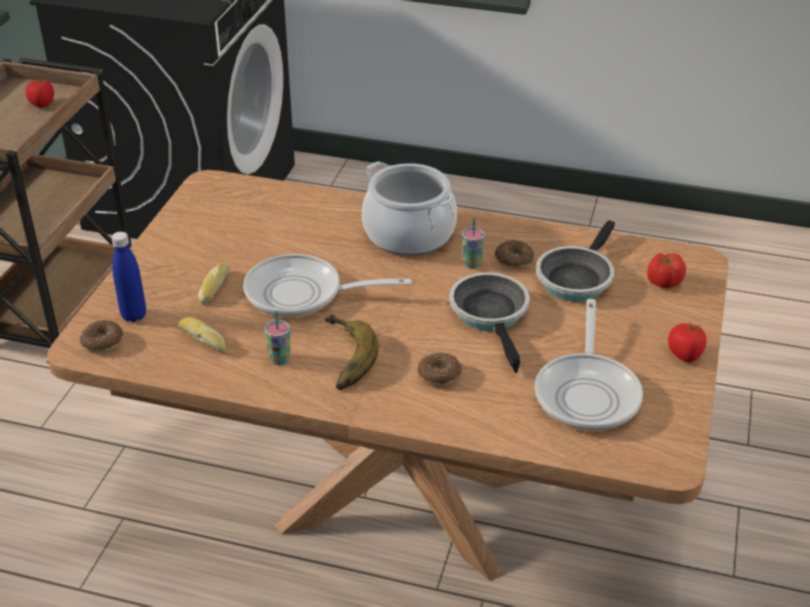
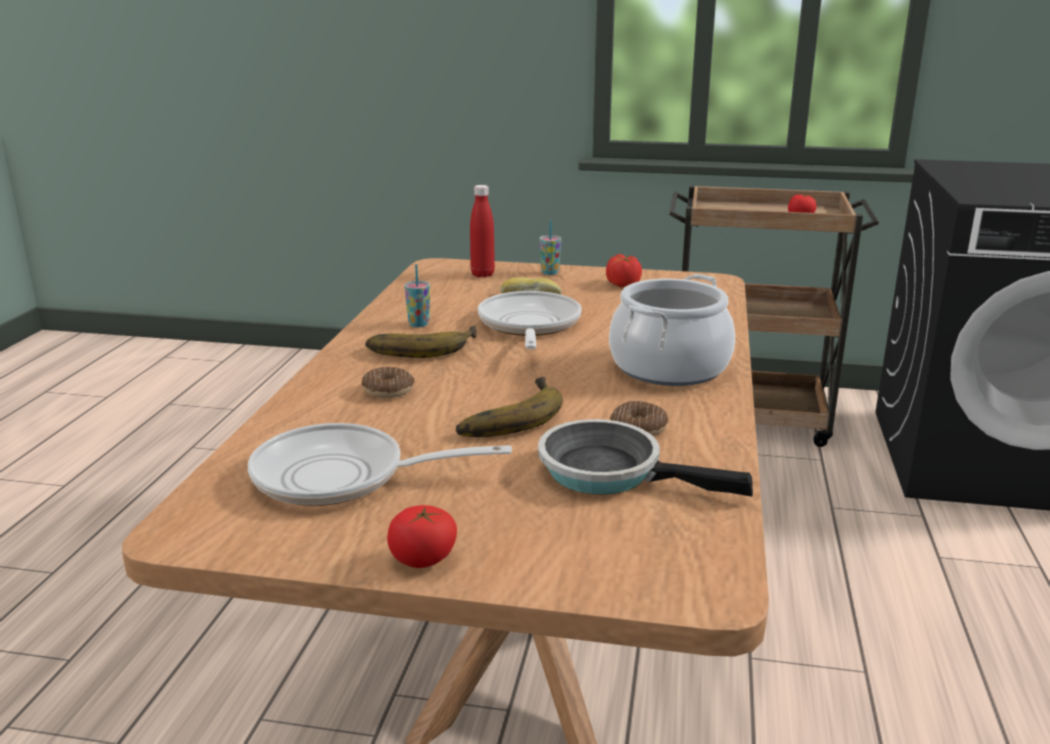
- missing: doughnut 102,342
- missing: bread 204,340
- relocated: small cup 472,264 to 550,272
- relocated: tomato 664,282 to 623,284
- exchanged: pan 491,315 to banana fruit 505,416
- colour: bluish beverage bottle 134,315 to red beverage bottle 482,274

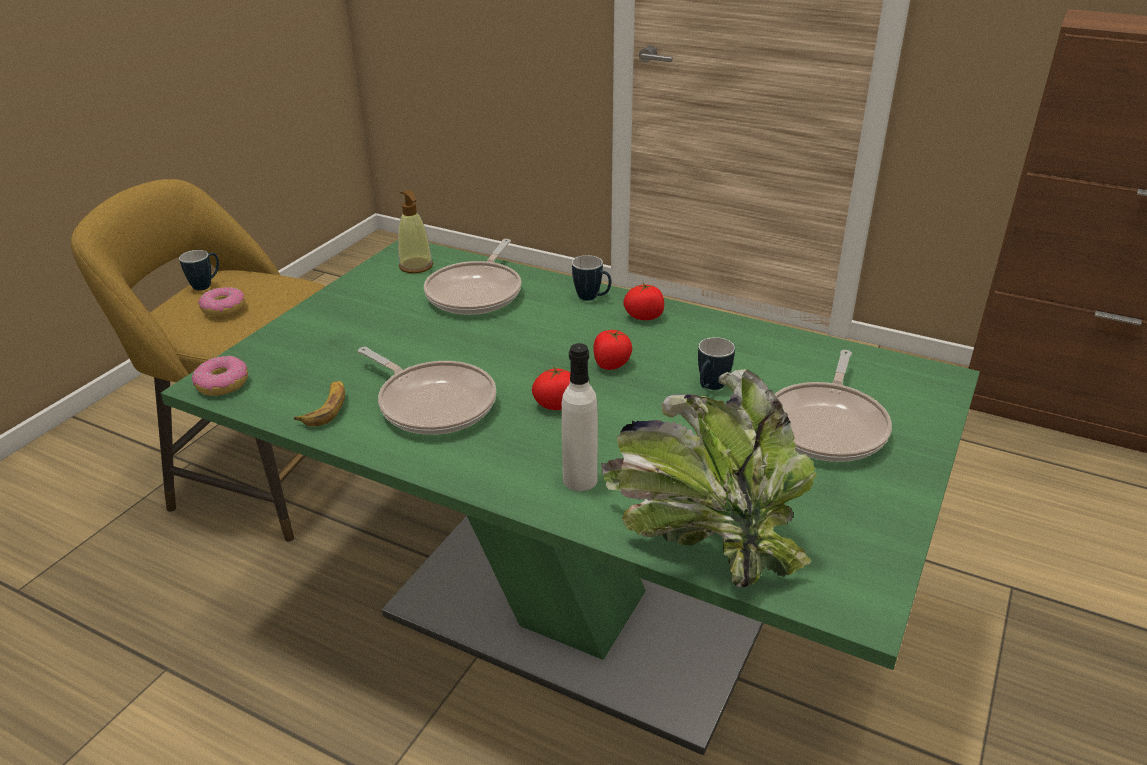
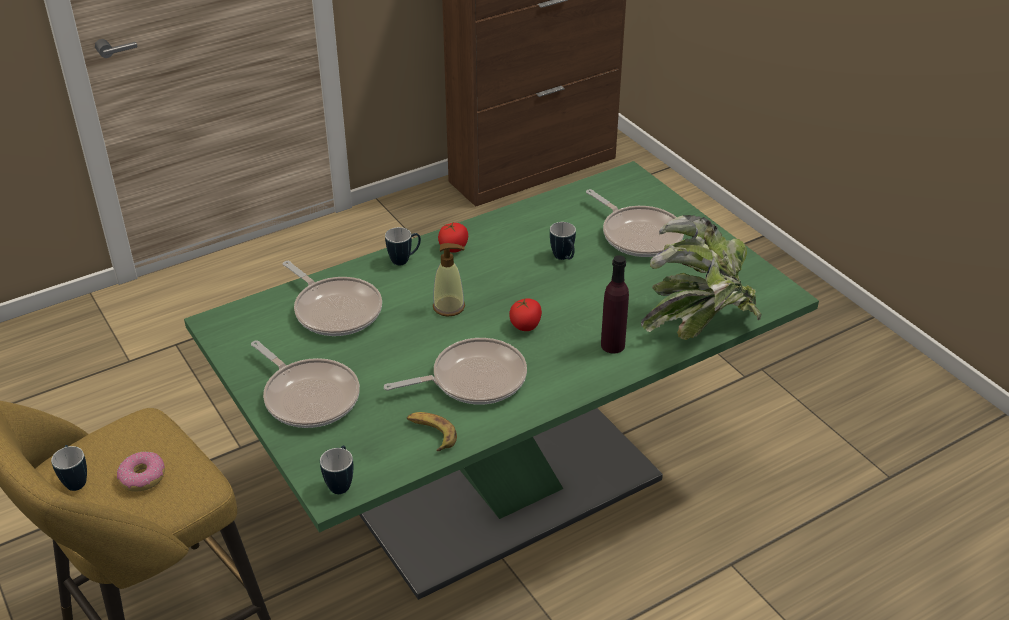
- missing: tomato 611,364
- appeared: pan 309,396
- relocated: soap bottle 416,266 to 449,307
- exchanged: doughnut 222,384 to tea mug 341,483
- colour: white beverage bottle 580,479 to purplish beverage bottle 612,345

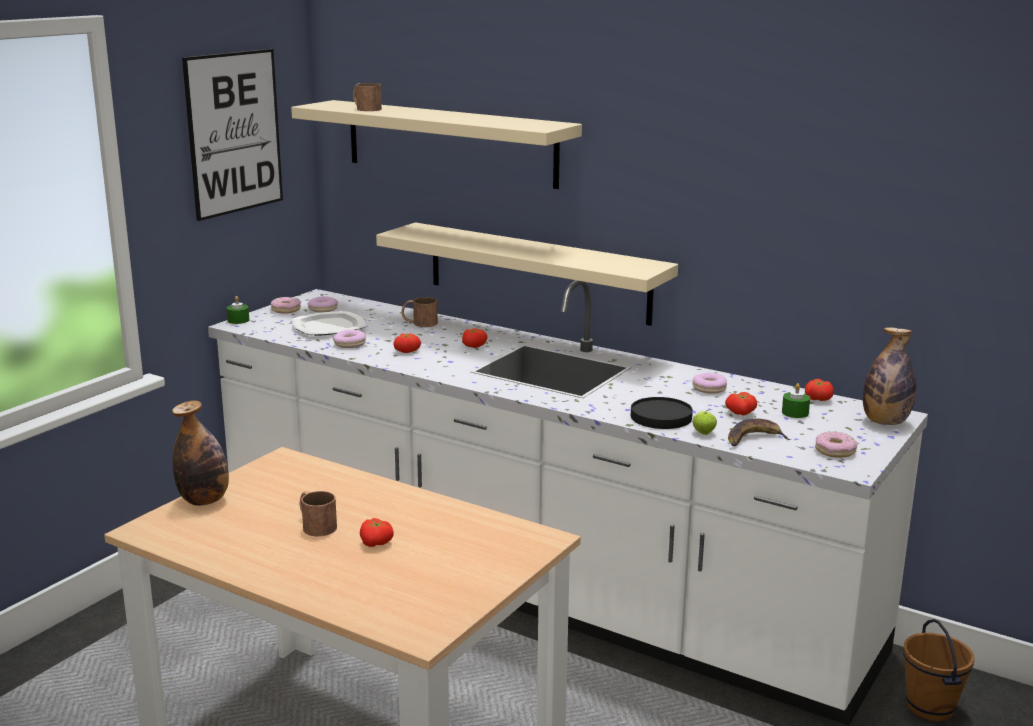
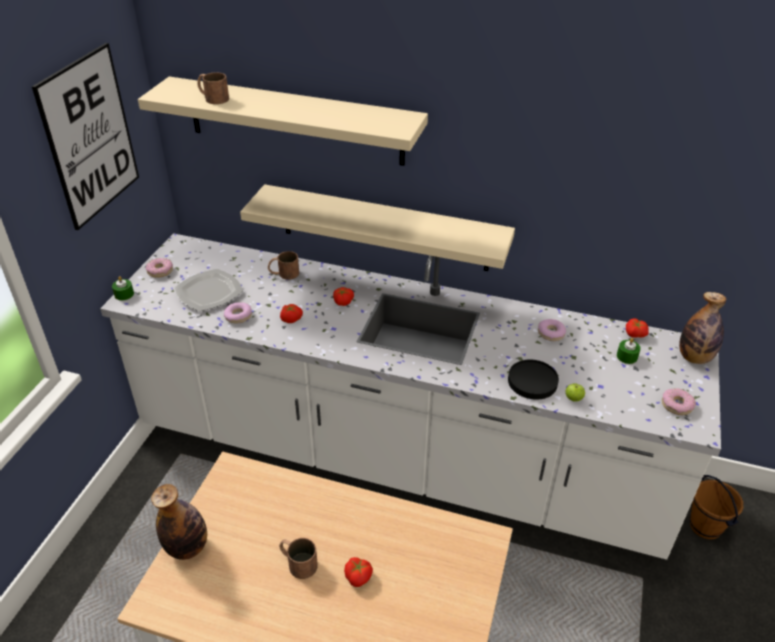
- missing: doughnut 323,309
- missing: tomato 741,413
- missing: banana fruit 754,439

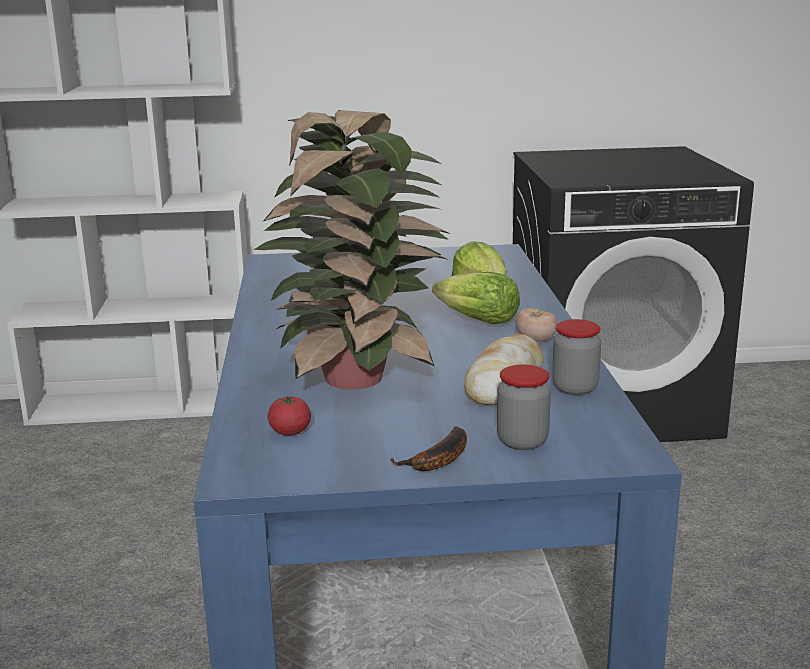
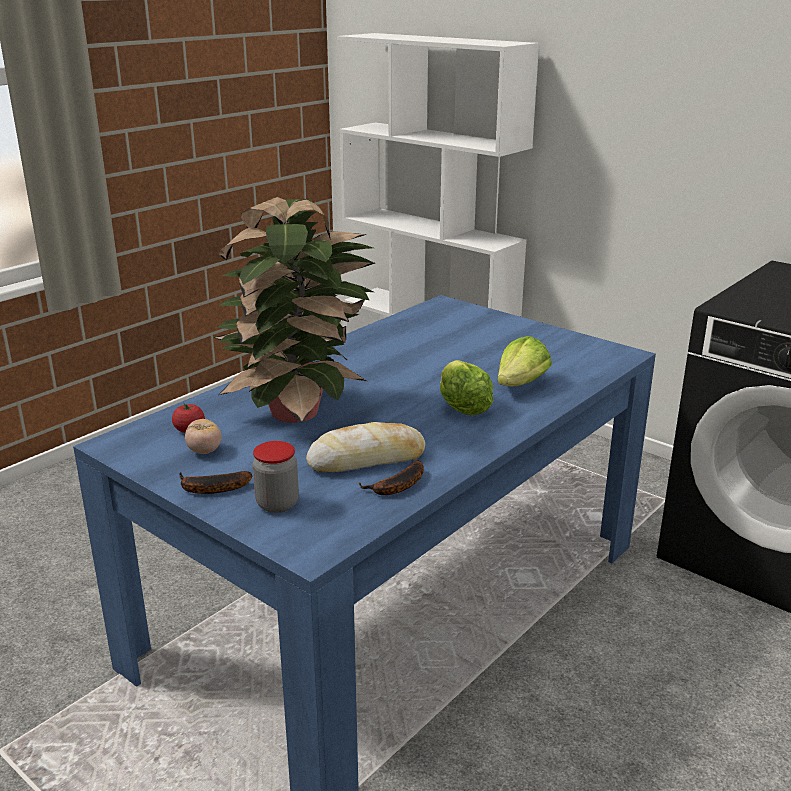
- relocated: tomato 535,340 to 204,451
- exchanged: preserve jar 575,388 to banana fruit 397,487

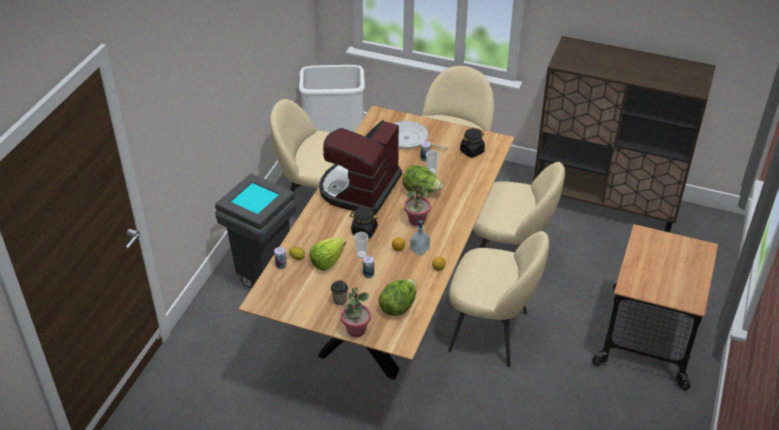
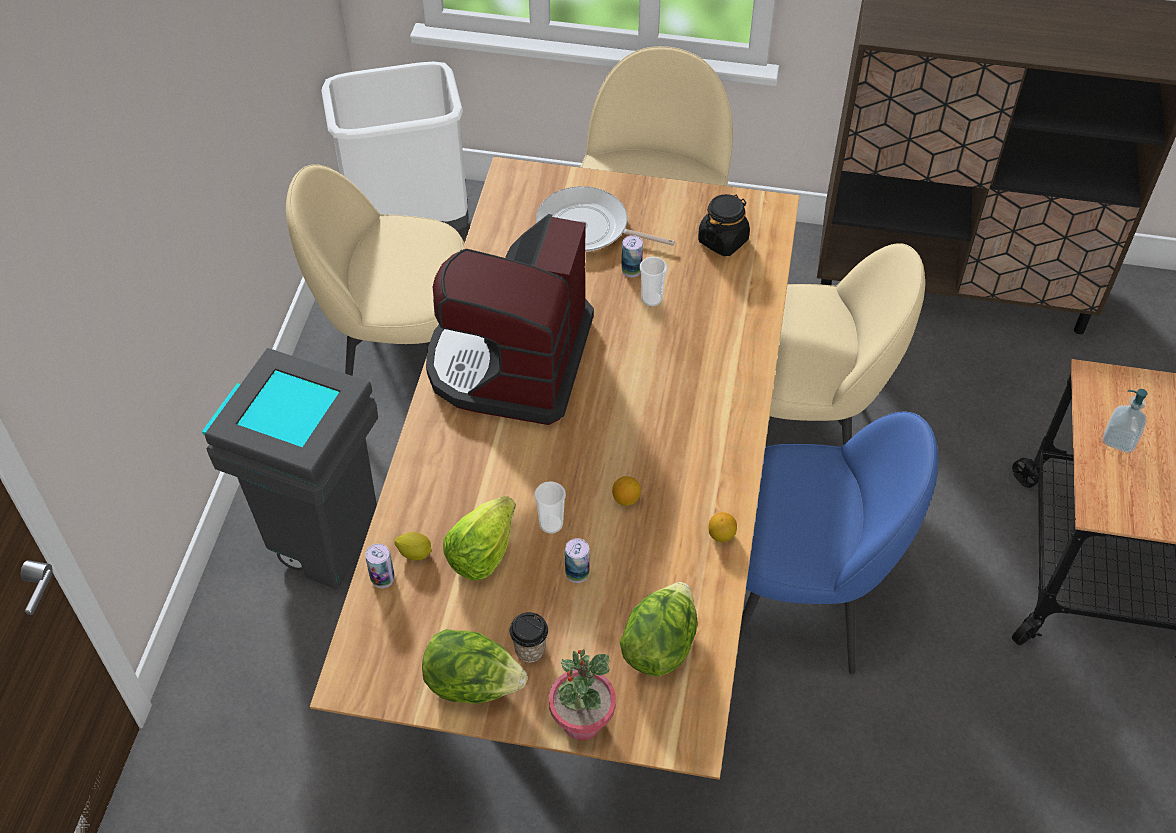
- missing: black preserve jar 364,231
- missing: potted plant 416,221
- relocated: lettuce head 421,191 to 473,684
- relocated: soap bottle 419,249 to 1119,440
- colour: sand-coloured plain chair 491,332 to bluish plain chair 801,600

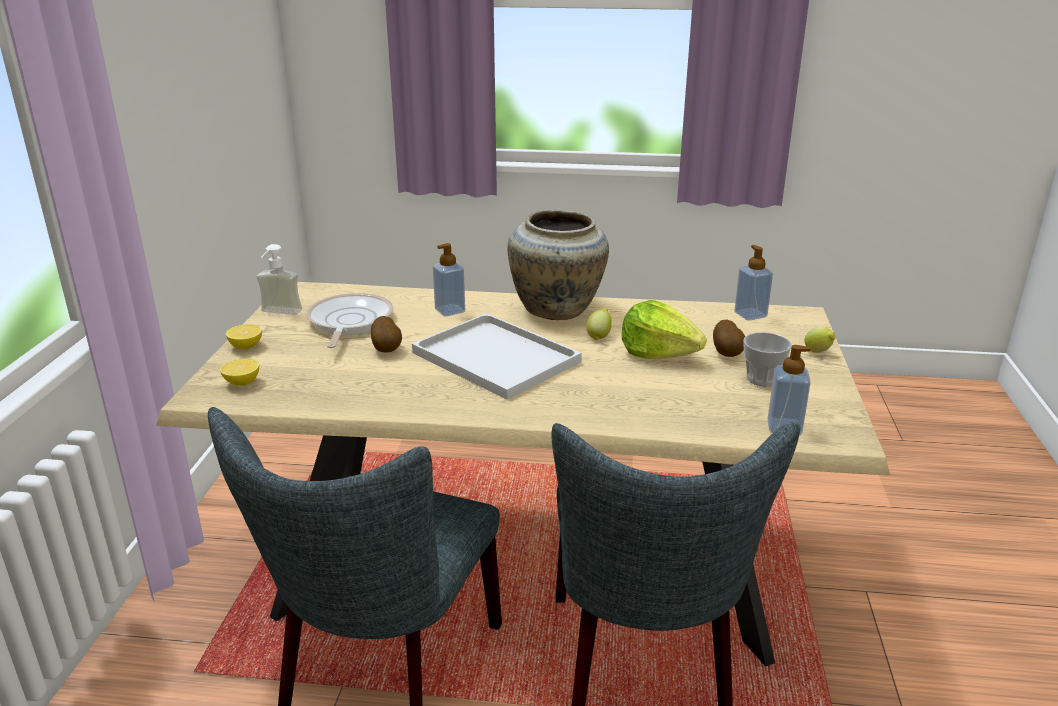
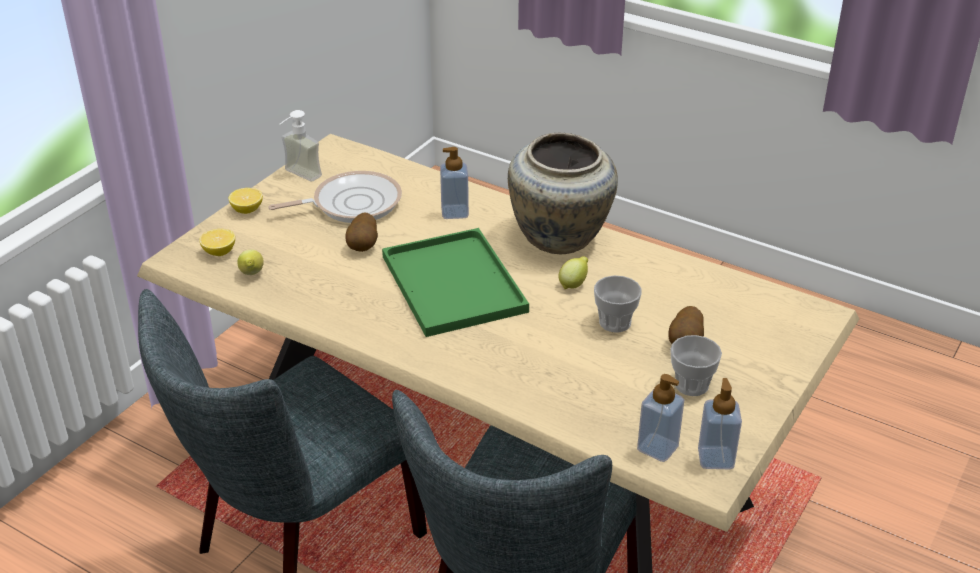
- relocated: soap bottle 750,315 to 715,458
- relocated: whole lemon 818,352 to 252,274
- exchanged: lettuce head 658,353 to small cup 615,322
- colour: white serving tray 492,357 to green-coloured serving tray 451,282
- spun: pan 348,322 = 352,204 45 degrees clockwise

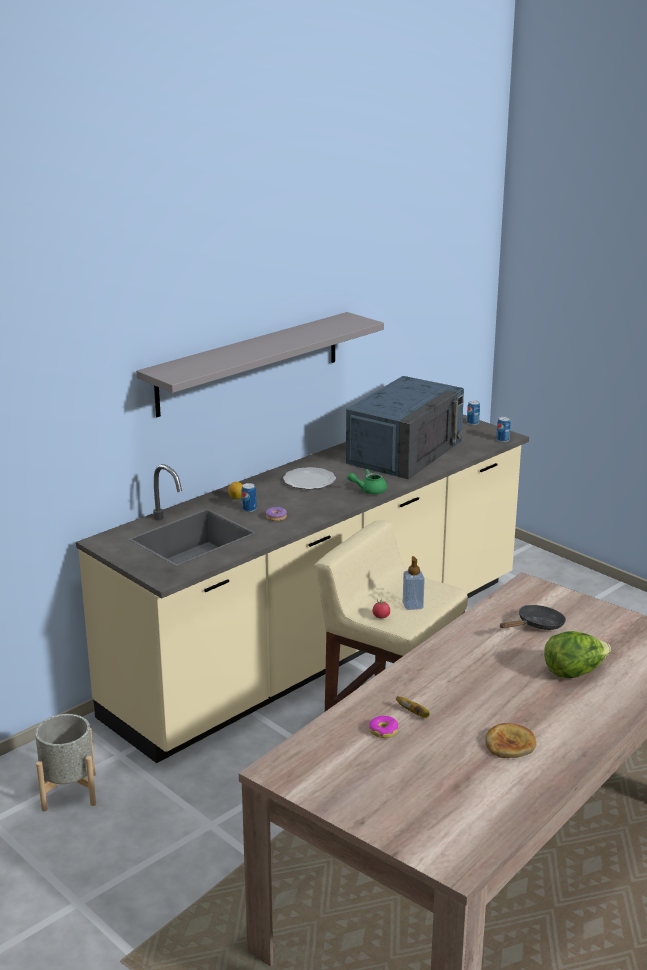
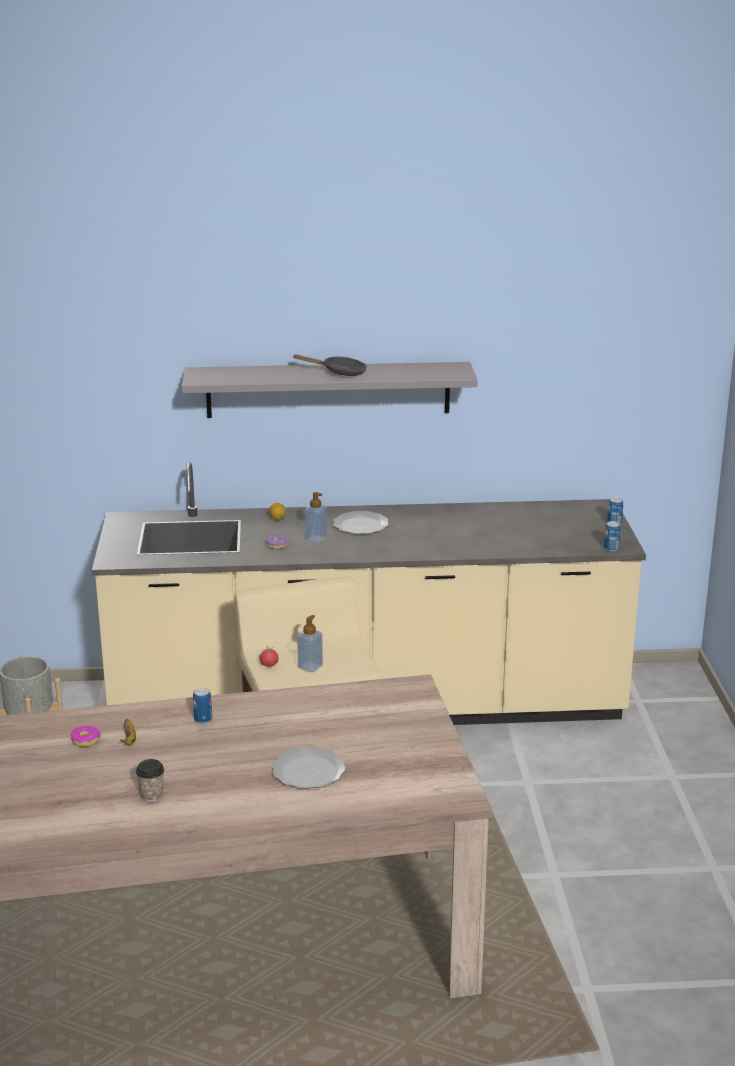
- missing: bluish microwave 405,451
- missing: green-coloured tea pot 369,490
- appeared: soap bottle 316,538
- relocated: sealed can 249,509 to 203,719
- relocated: black pan 537,625 to 340,372
- exchanged: bread 510,744 to small cup 151,795
- exchanged: lettuce head 574,672 to dinner plate 308,770

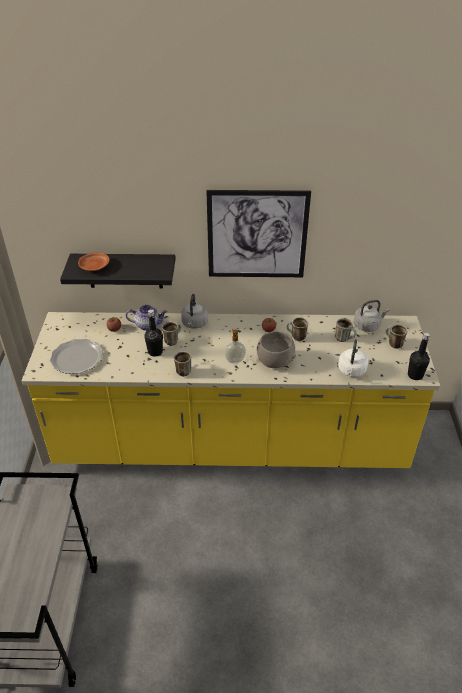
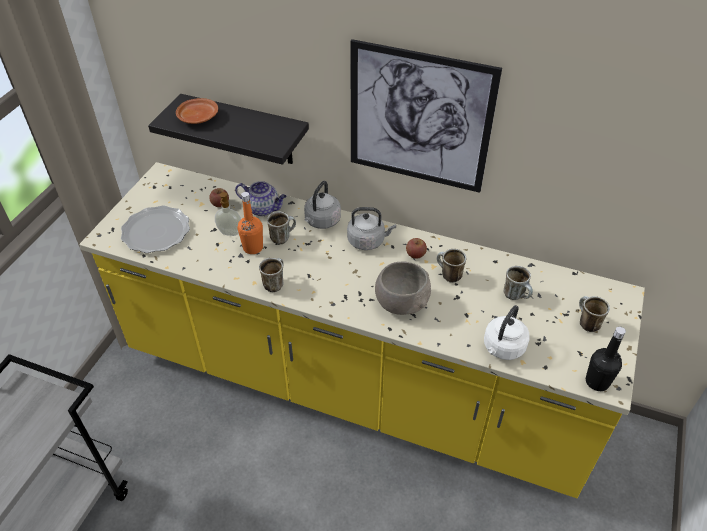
- relocated: soap bottle 235,361 to 230,233
- relocated: grey tea kettle 367,325 to 368,241
- colour: black beverage bottle 155,352 to orangey beverage bottle 253,248

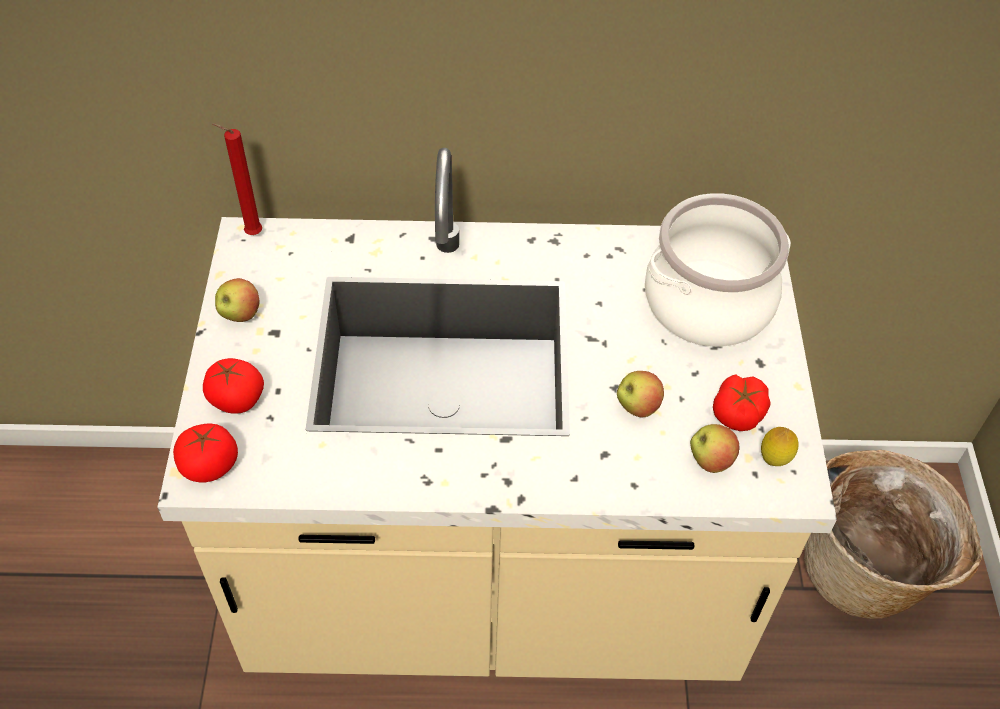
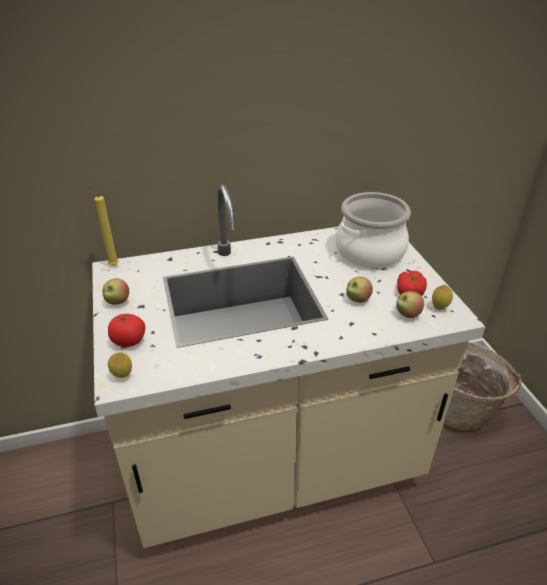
- exchanged: tomato 210,465 to whole lemon 122,376
- colour: red wax candle 251,234 to yellow-coloured wax candle 112,266

